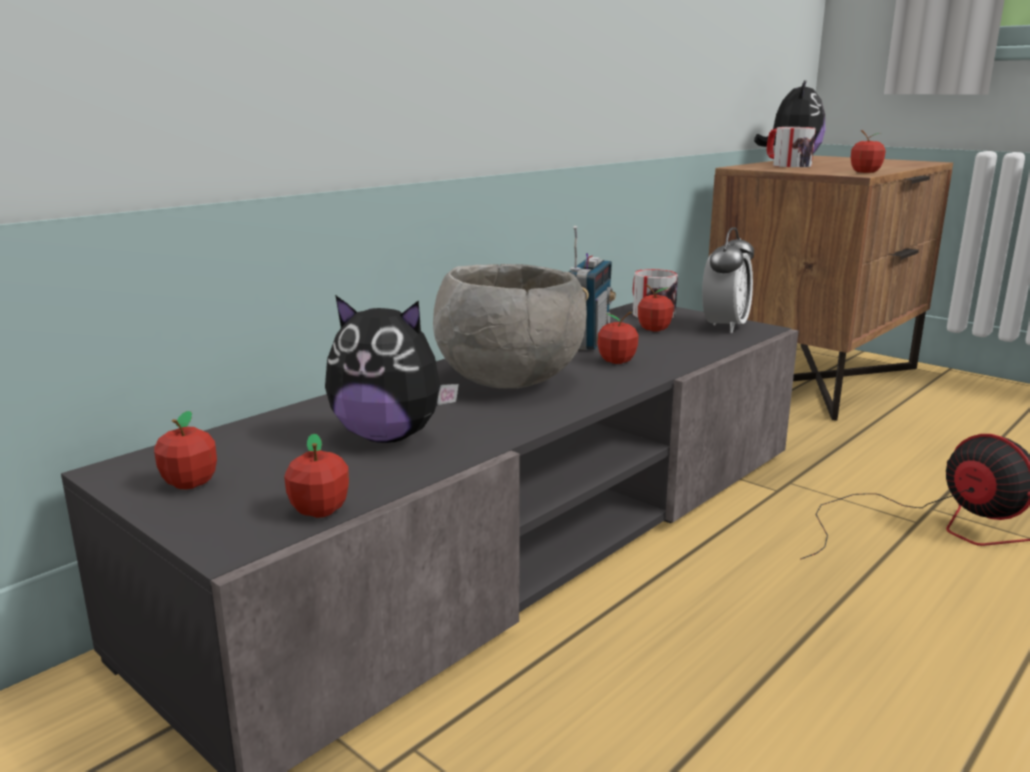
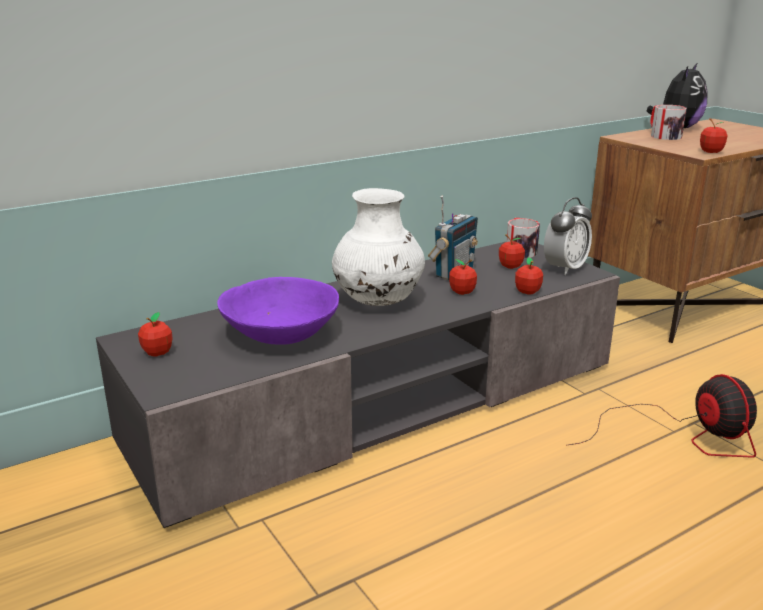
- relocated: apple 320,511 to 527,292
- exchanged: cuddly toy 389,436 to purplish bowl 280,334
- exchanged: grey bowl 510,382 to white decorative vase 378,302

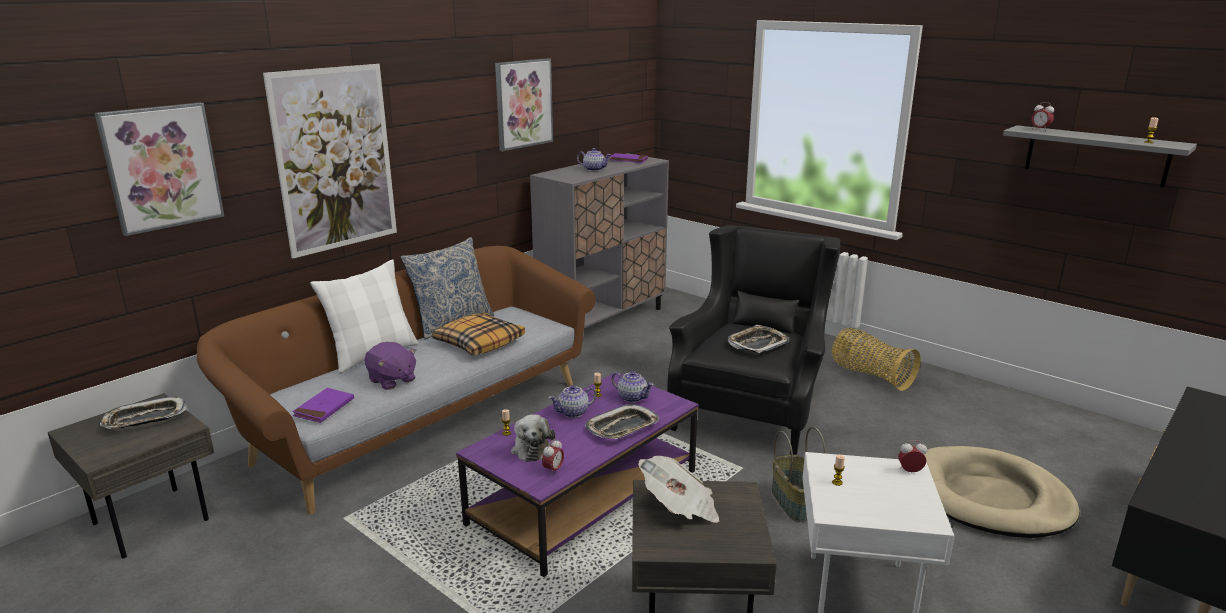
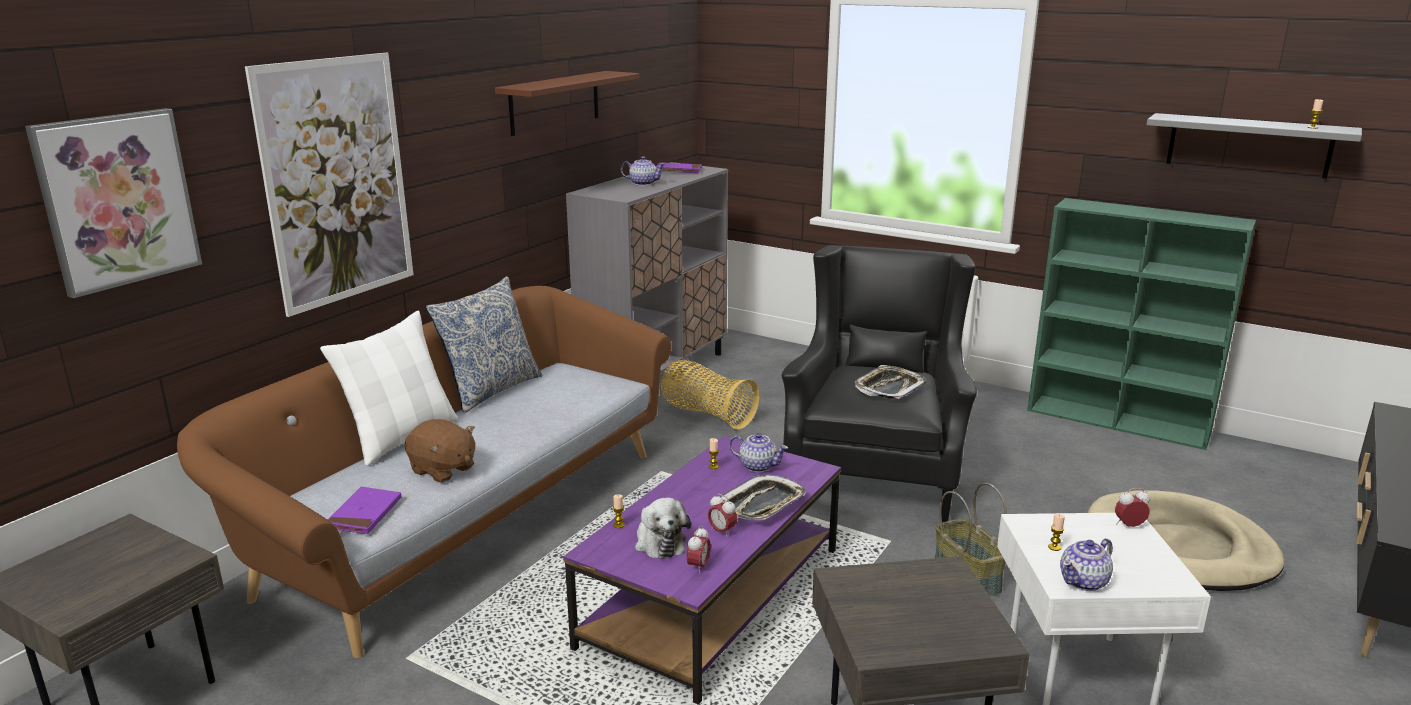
- missing: serving tray 145,419
- missing: cushion 479,343
- missing: printed paper 680,508
- appeared: green-coloured shelving unit 1119,421
- relocated: tea pot 573,412 to 1084,581
- relocated: storage basket 870,375 to 707,414
- relocated: table clock 1040,129 to 722,531
- exchanged: wall art 523,103 to brown-coloured wall shelf 555,102
- colour: purplish cuddly toy 392,380 to brown-coloured cuddly toy 443,470

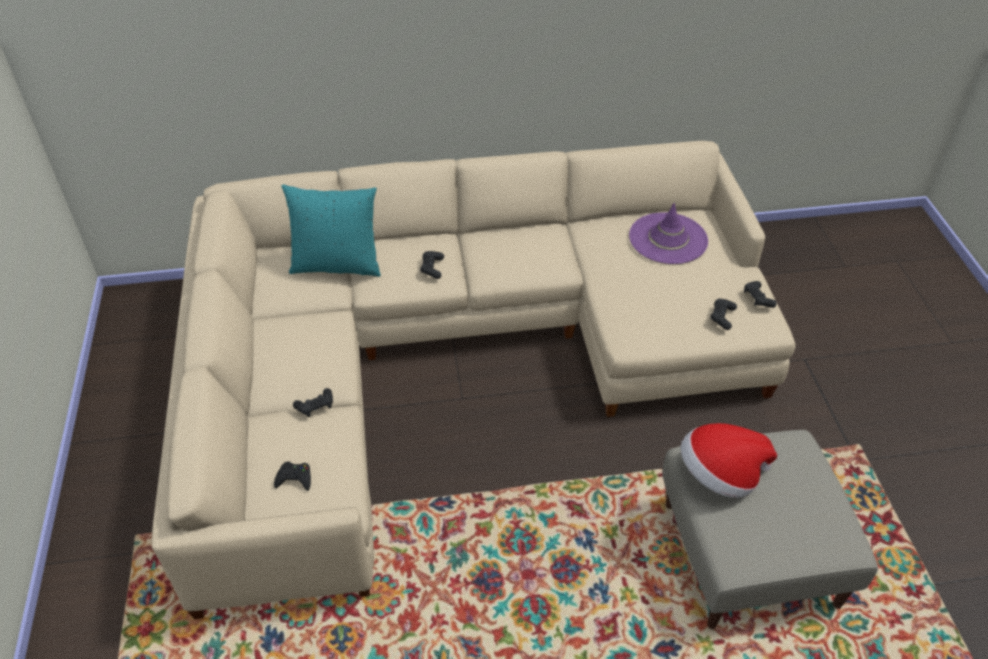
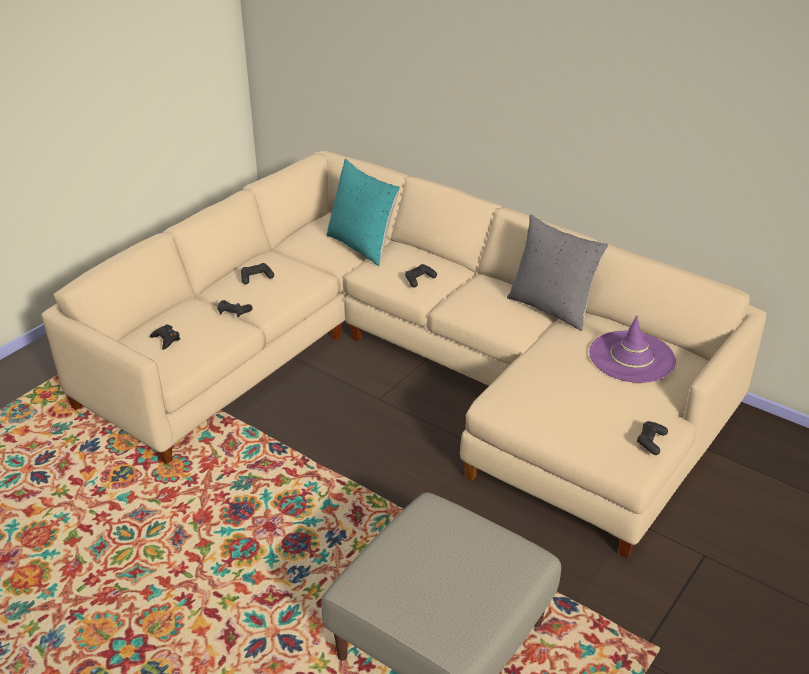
- missing: wearable hat 719,475
- appeared: grey cushion 551,308
- relocated: black gamepad 722,317 to 256,277

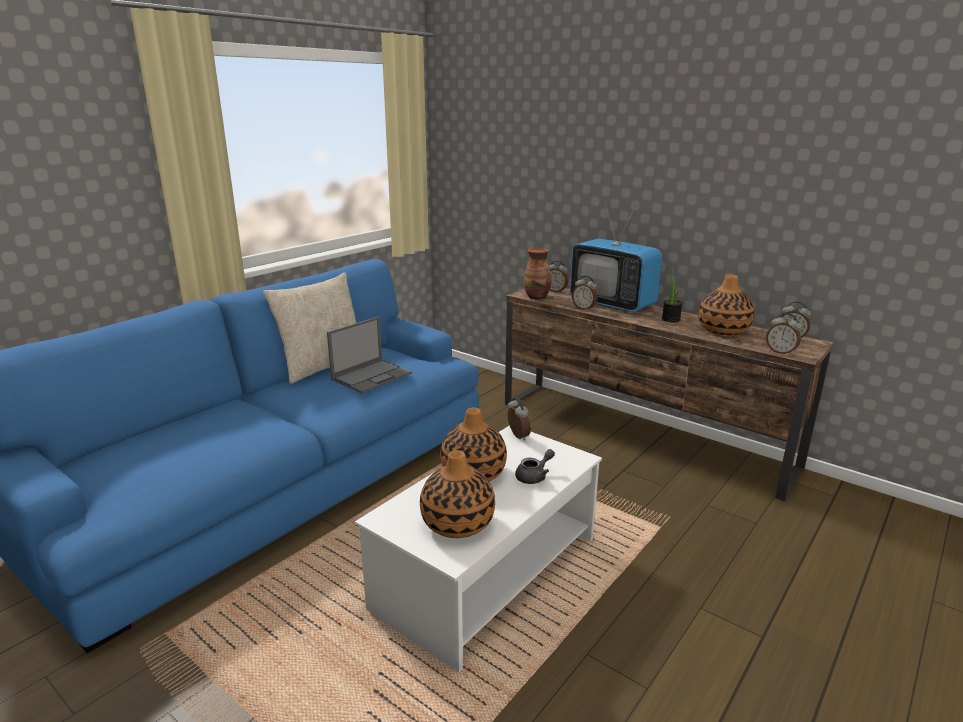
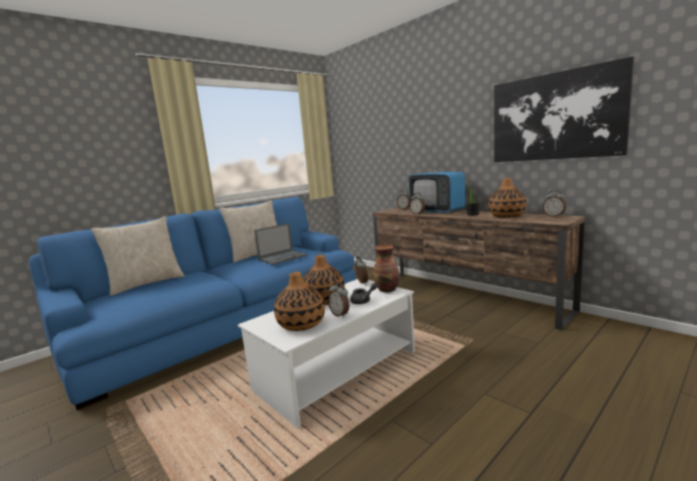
- appeared: sand-coloured cushion 146,284
- appeared: wall art 555,116
- relocated: decorative vase 537,297 to 387,290
- relocated: table clock 780,352 to 340,314

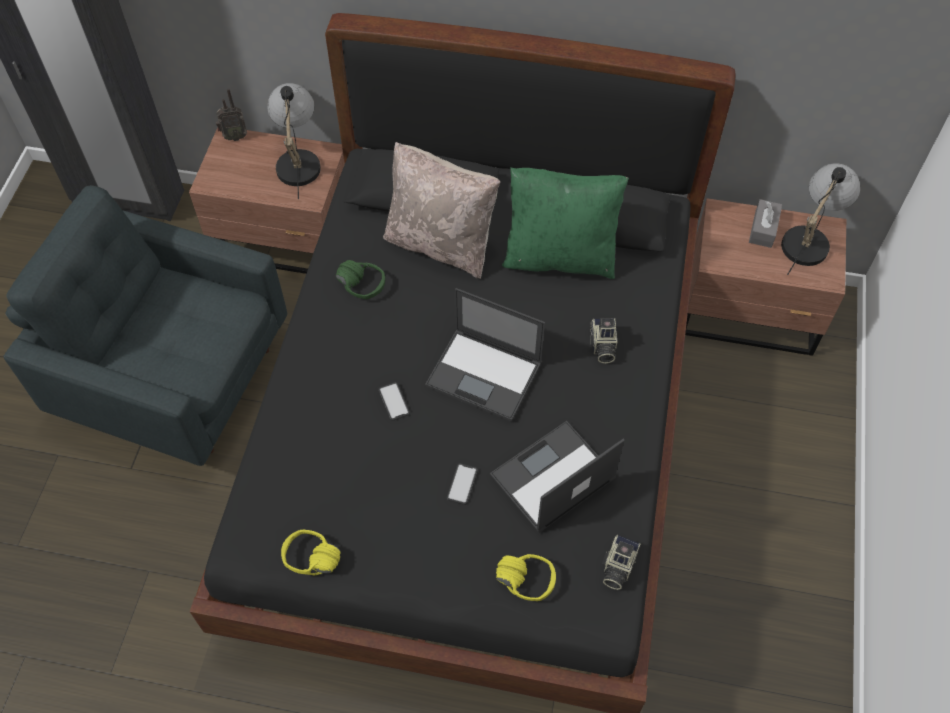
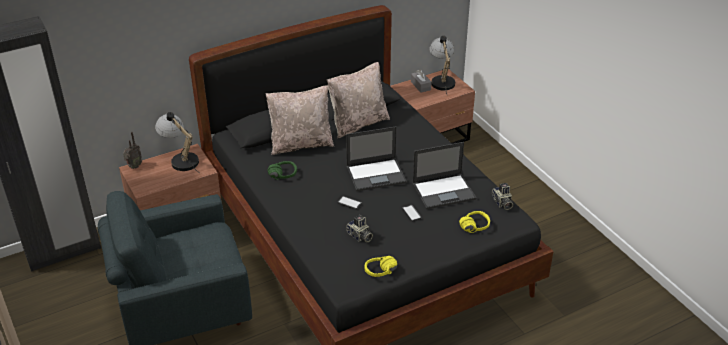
- relocated: photo camera 602,346 to 359,236
- colour: green-coloured cushion 560,256 to sand-coloured cushion 358,123
- spun: laptop 552,478 = 444,191 120 degrees counterclockwise

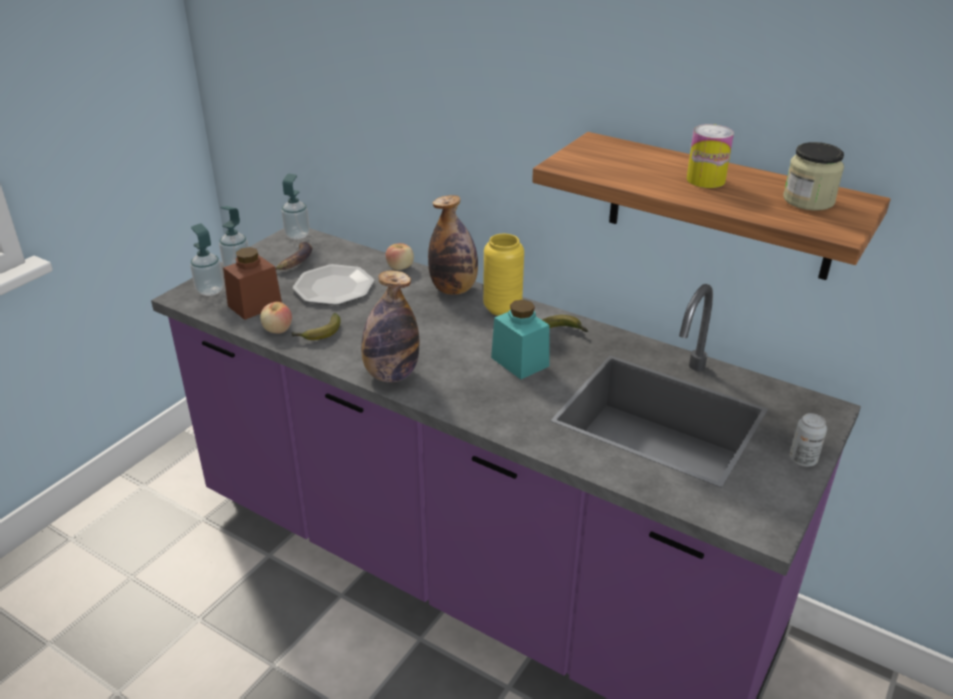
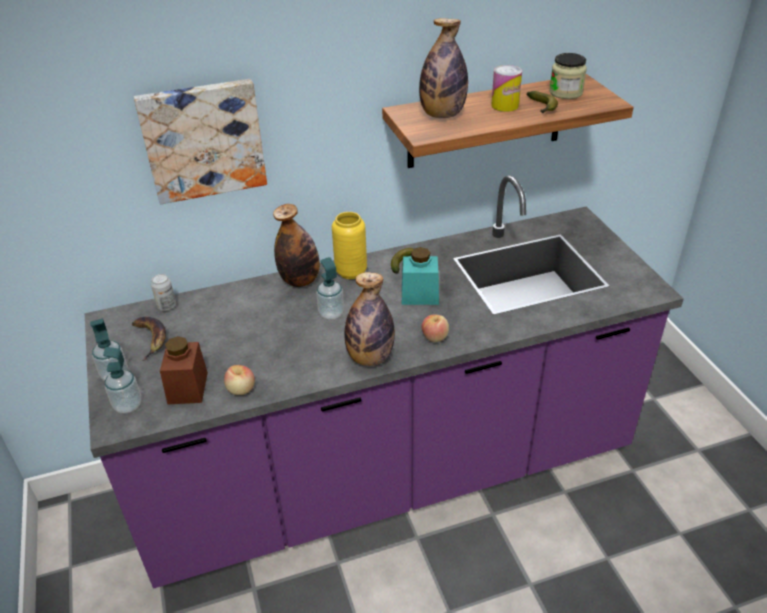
- missing: dinner plate 334,287
- appeared: wall art 203,139
- appeared: beverage bottle 442,115
- relocated: soap bottle 297,235 to 331,313
- relocated: banana fruit 318,334 to 542,108
- relocated: apple 400,267 to 435,337
- relocated: sealed can 803,459 to 167,306

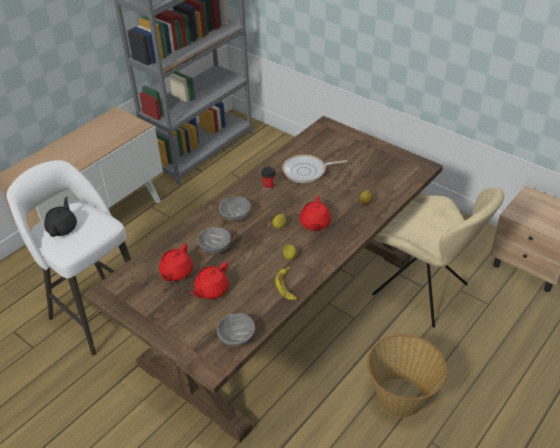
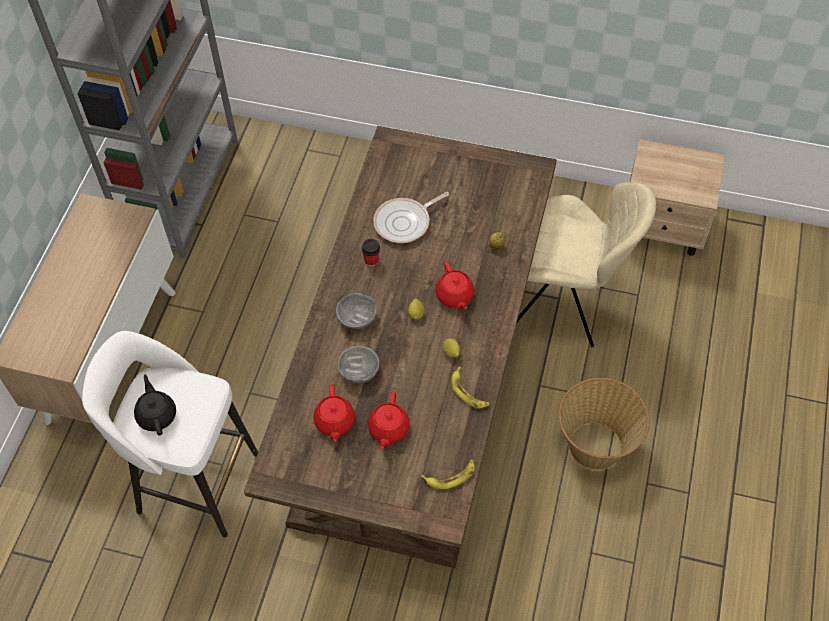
- exchanged: grey bowl 237,337 to banana fruit 450,476

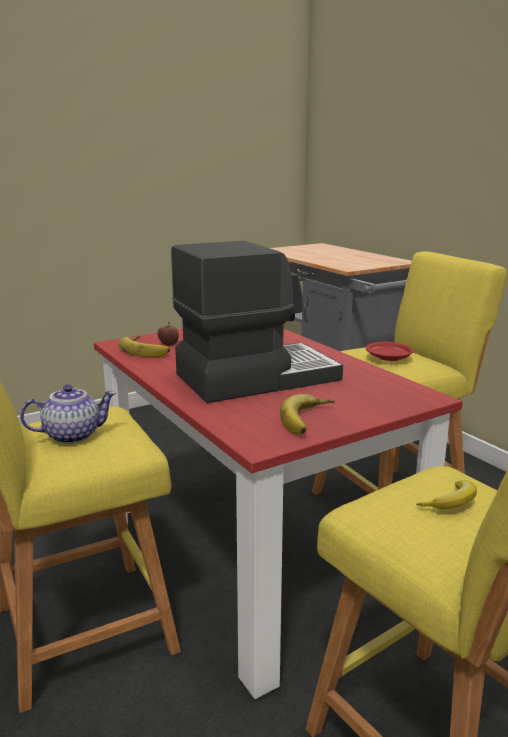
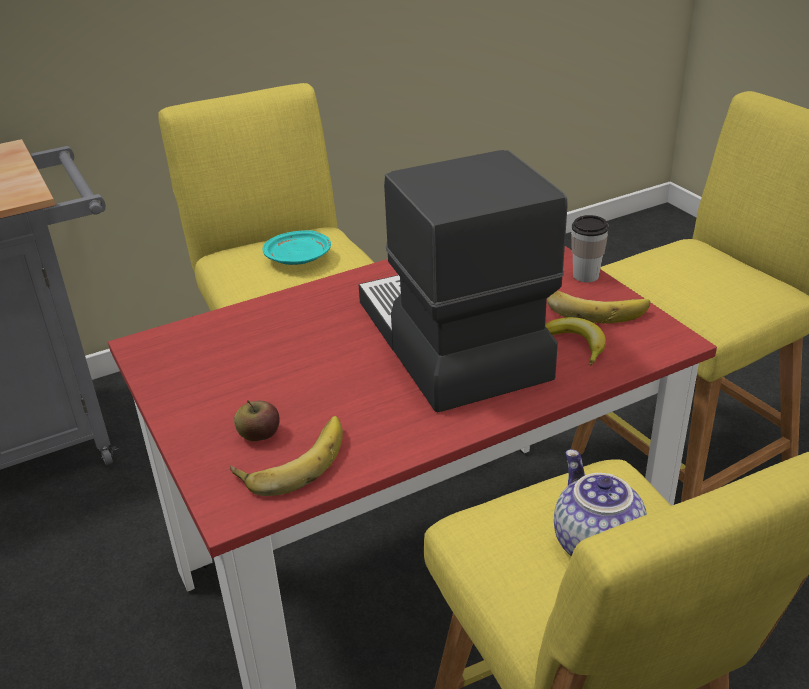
- appeared: small cup 585,276
- relocated: banana fruit 452,503 to 575,344
- colour: red dinner plate 388,358 to turquoise dinner plate 299,258

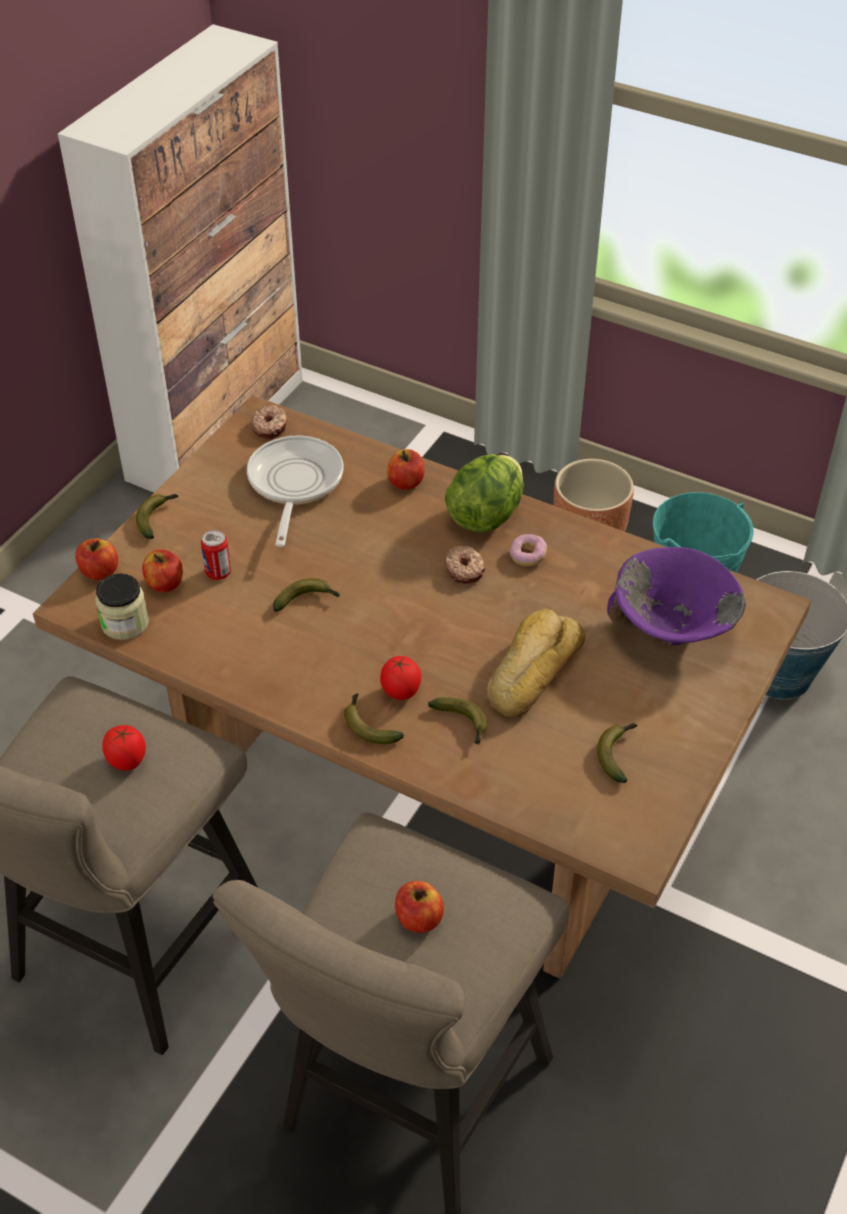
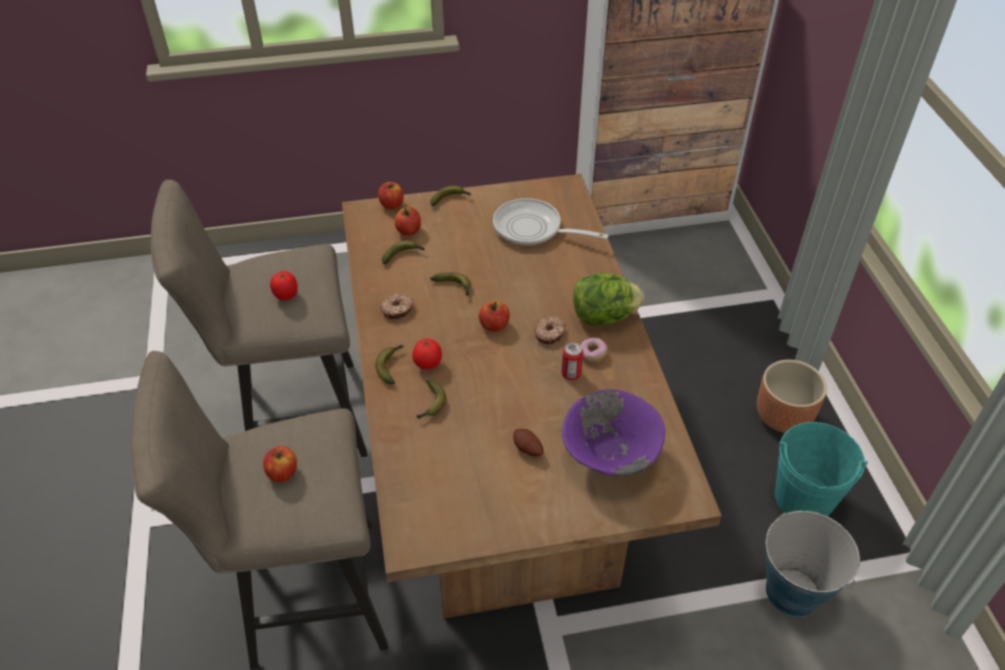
- missing: preserve jar 125,623
- missing: bread 531,670
- appeared: spud 527,449
- relocated: sealed can 218,573 to 571,374
- relocated: doughnut 270,427 to 397,310
- relocated: apple 406,482 to 494,325
- relocated: banana fruit 618,754 to 403,255
- spun: pan 294,484 = 533,229 120 degrees counterclockwise

